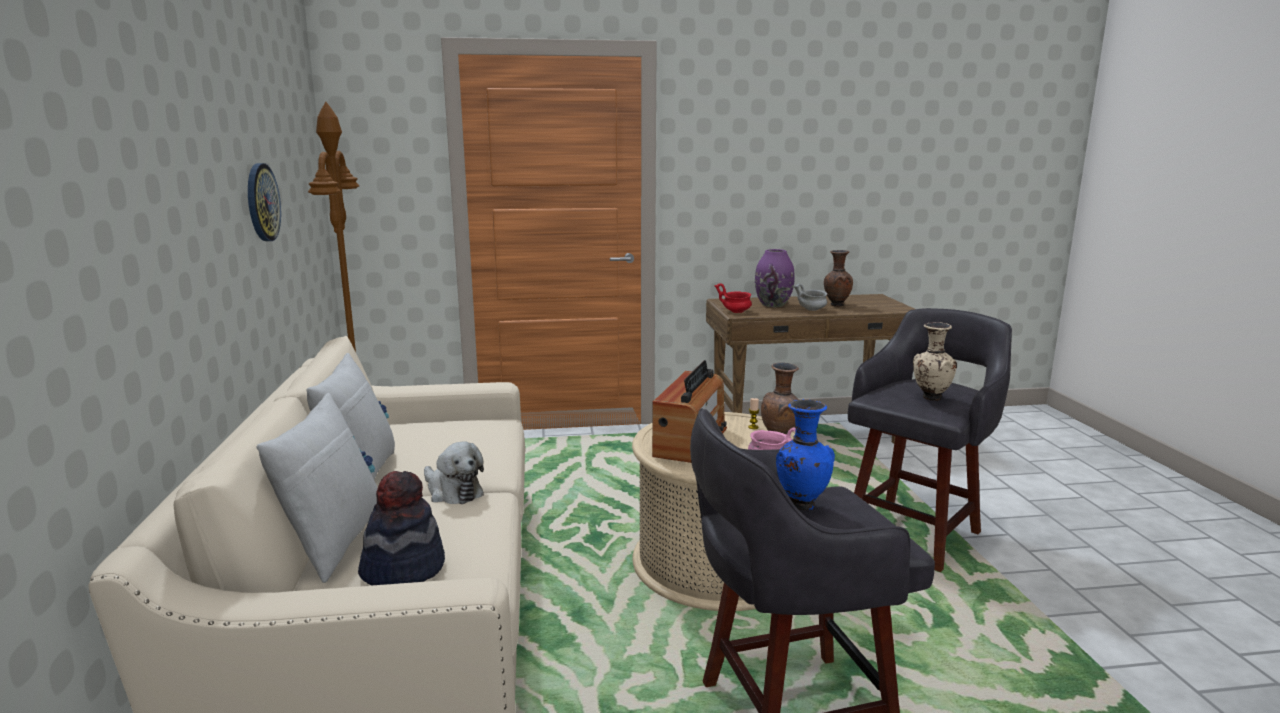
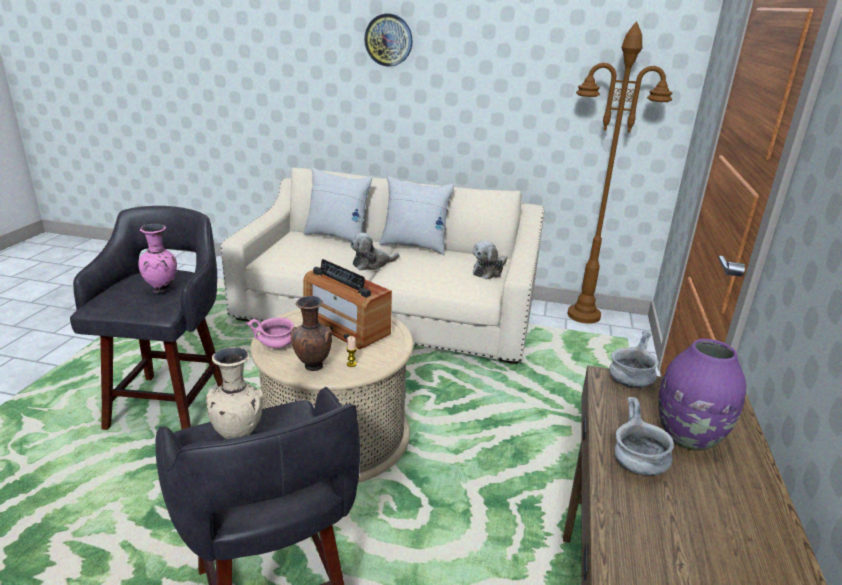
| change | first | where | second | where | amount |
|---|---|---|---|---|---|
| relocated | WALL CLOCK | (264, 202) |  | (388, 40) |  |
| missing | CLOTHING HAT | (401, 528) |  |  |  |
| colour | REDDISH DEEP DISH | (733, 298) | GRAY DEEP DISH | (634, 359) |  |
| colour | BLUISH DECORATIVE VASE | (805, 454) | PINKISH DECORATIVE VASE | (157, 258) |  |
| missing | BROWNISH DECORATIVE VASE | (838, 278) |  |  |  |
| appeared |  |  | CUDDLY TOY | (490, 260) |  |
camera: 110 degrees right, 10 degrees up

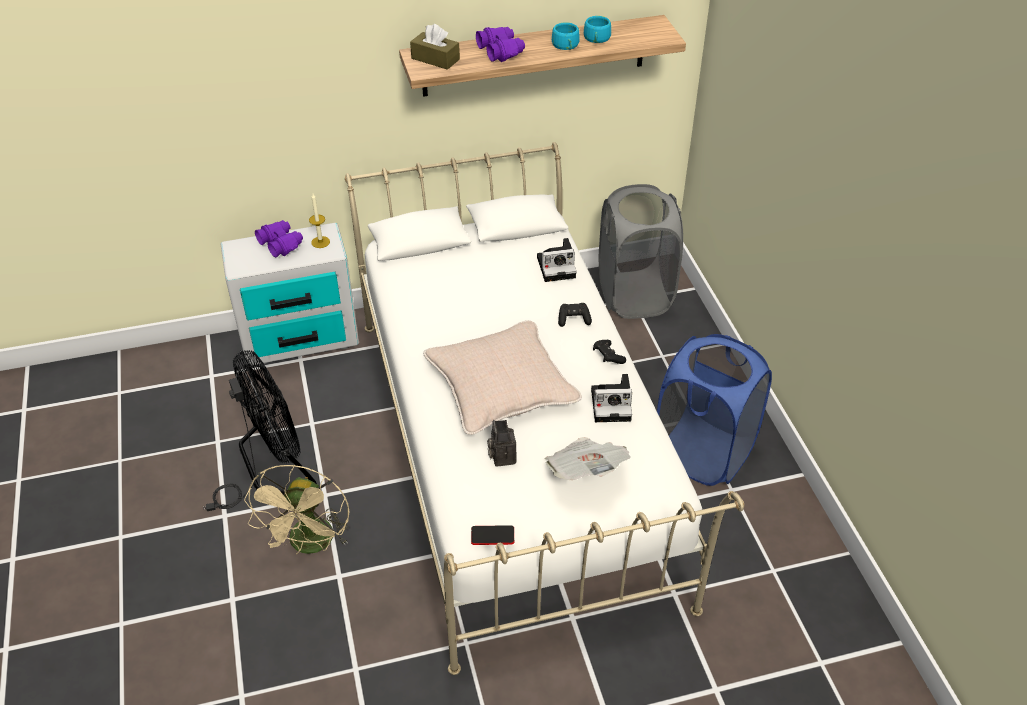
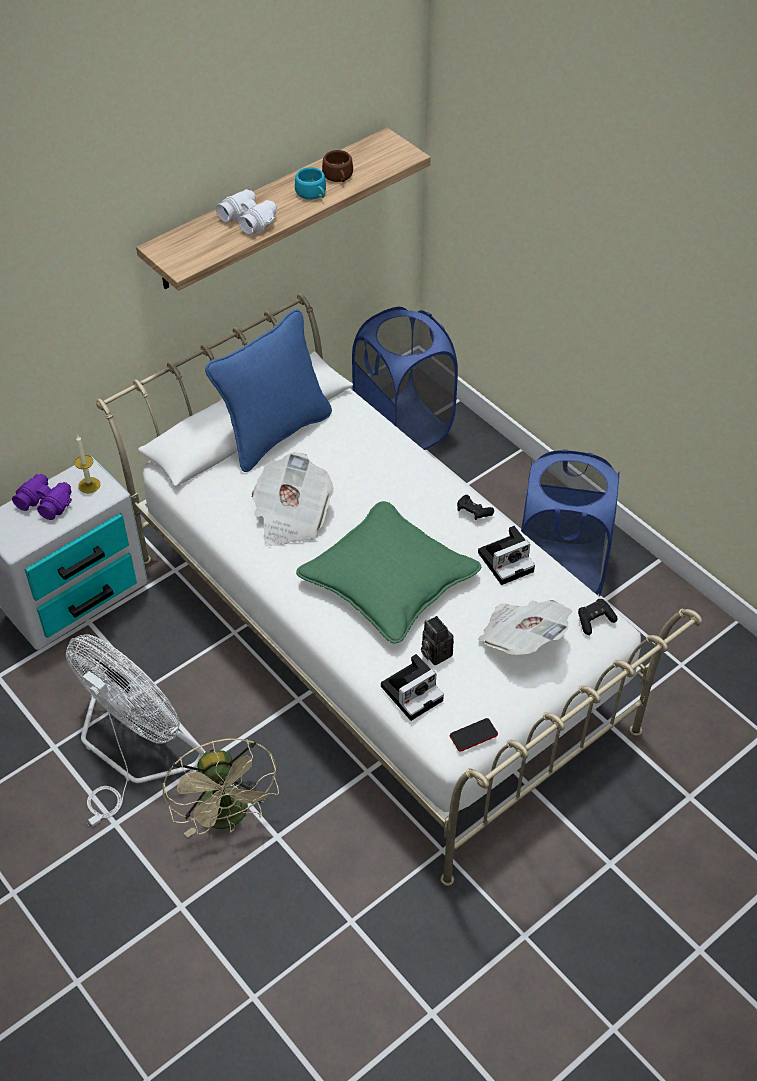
| change | first | where | second | where | amount |
|---|---|---|---|---|---|
| colour | BLACK-COLOURED COOLING FAN | (260, 430) | WHITE-COLOURED COOLING FAN | (135, 730) |  |
| missing | BROWNISH TISSUE BOX | (435, 47) |  |  |  |
| colour | BEIGE-COLOURED THROW PILLOW | (502, 377) | GREENISH THROW PILLOW | (388, 572) |  |
| colour | PURPLISH PAIR OF BINOCULARS | (500, 44) | WHITE-COLOURED PAIR OF BINOCULARS | (246, 212) |  |
| relocated | STILL CAMERA | (556, 260) |  | (412, 687) |  |
| relocated | BLACK-COLOURED JOYPAD | (575, 315) |  | (598, 617) |  |
| colour | TURQUOISE DRINKING CUP | (597, 29) | BROWNISH DRINKING CUP | (337, 166) |  |
| colour | GRAY LAUNDRY BASKET | (641, 251) | BLUISH LAUNDRY BASKET | (405, 378) |  |
| appeared |  |  | BLUISH THROW PILLOW | (268, 390) |  |
| appeared |  |  | NEWSPAPER | (292, 499) |  |
camera: 25 degrees left, 5 degrees up

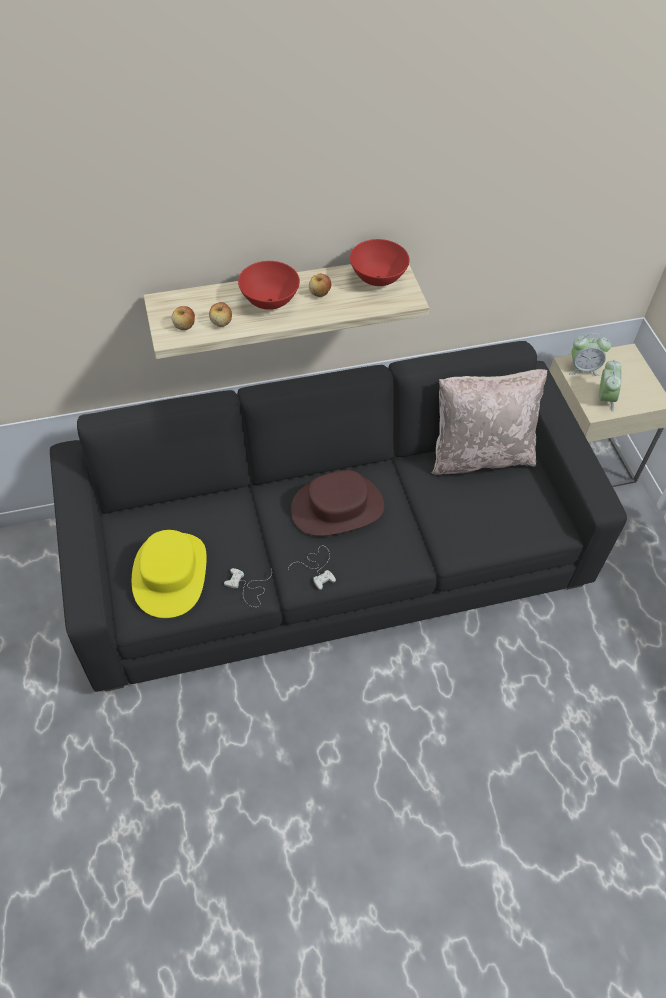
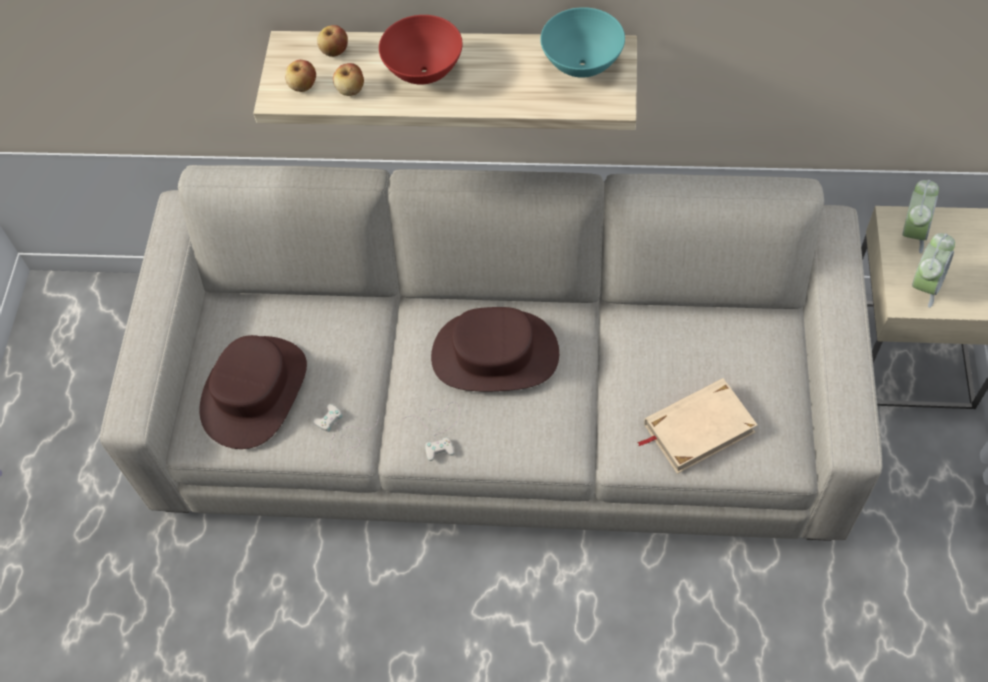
| change | first | where | second | where | amount |
|---|---|---|---|---|---|
| colour | BLACK-COLOURED COUCH | (338, 516) | BEIGE-COLOURED COUCH | (491, 353) |  |
| colour | YELLOWISH CLOTHING HAT | (169, 574) | BROWNISH CLOTHING HAT | (253, 392) |  |
| relocated | APPLE FRUIT | (320, 285) |  | (332, 41) |  |
| colour | REDDISH DEEP DISH | (380, 262) | TURQUOISE DEEP DISH | (582, 42) |  |
| missing | BEIGE-COLOURED THROW PILLOW | (489, 422) |  |  |  |
| spun | TABLE CLOCK | (590, 354) |  | (920, 217) | 90 degrees counterclockwise |
| appeared |  |  | BEIGE-COLOURED BOOK | (697, 426) |  |
camera: 25 degrees right, 5 degrees up

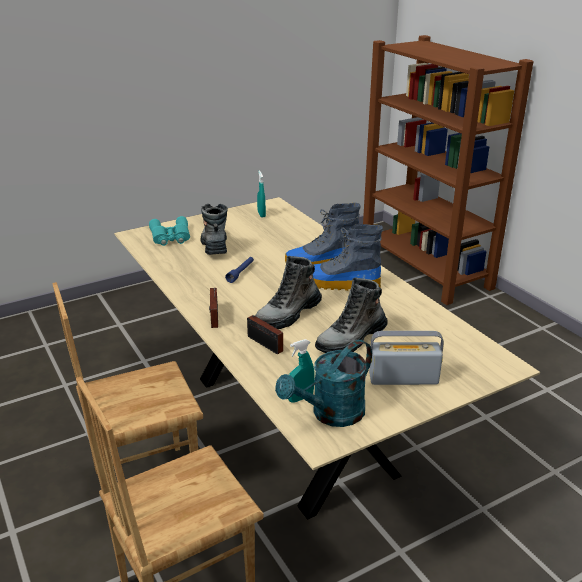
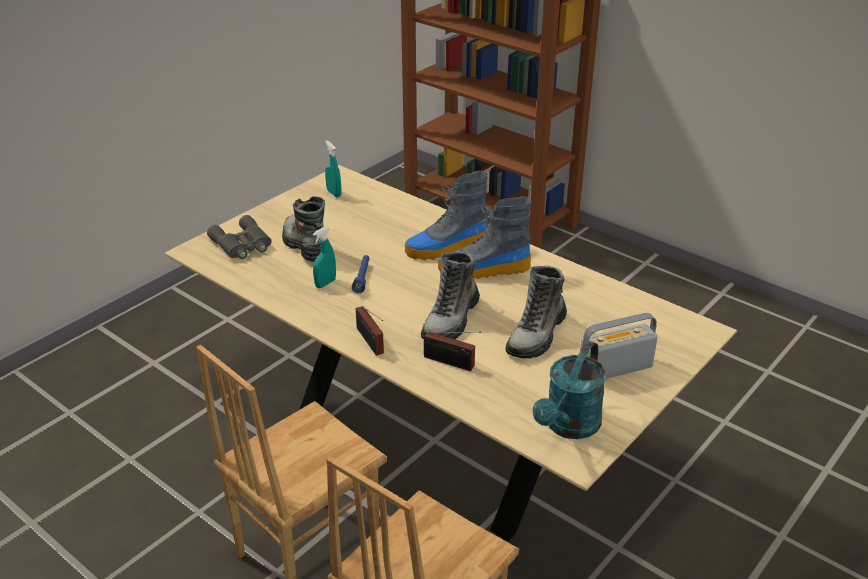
| change | first | where | second | where | amount |
|---|---|---|---|---|---|
| colour | TURQUOISE PAIR OF BINOCULARS | (169, 231) | GRAY PAIR OF BINOCULARS | (239, 237) |  |
| relocated | TURQUOISE SPRAYER | (301, 370) |  | (324, 257) |  |
camera: 20 degrees left, 5 degrees up

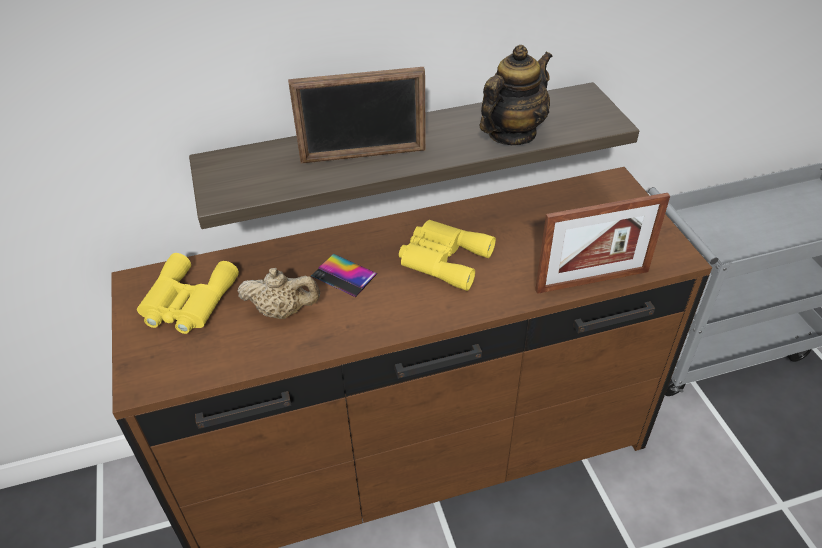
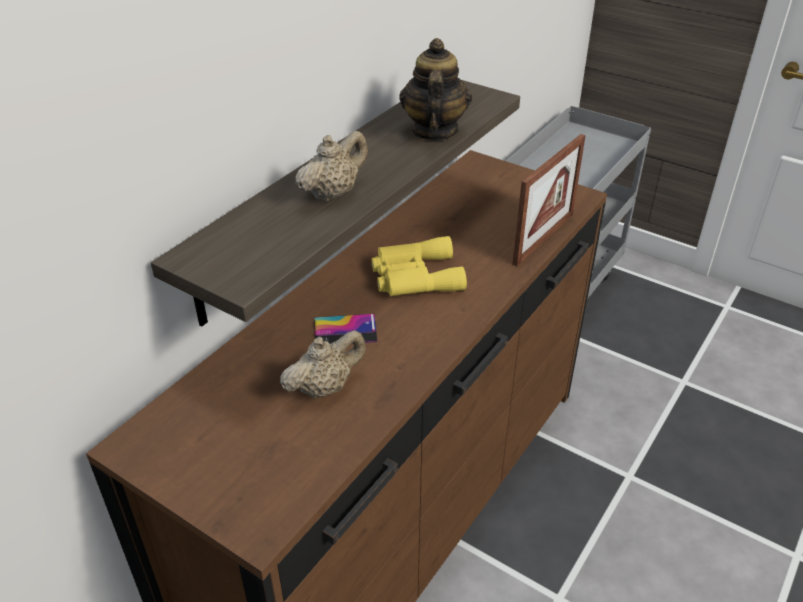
| change | first | where | second | where | amount |
|---|---|---|---|---|---|
| missing | YELLOWISH PAIR OF BINOCULARS | (188, 293) |  |  |  |
| exchanged | PHOTO FRAME | (357, 115) | BEIGE-COLOURED TEAPOT | (331, 166) |  |
camera: 40 degrees left, 5 degrees down

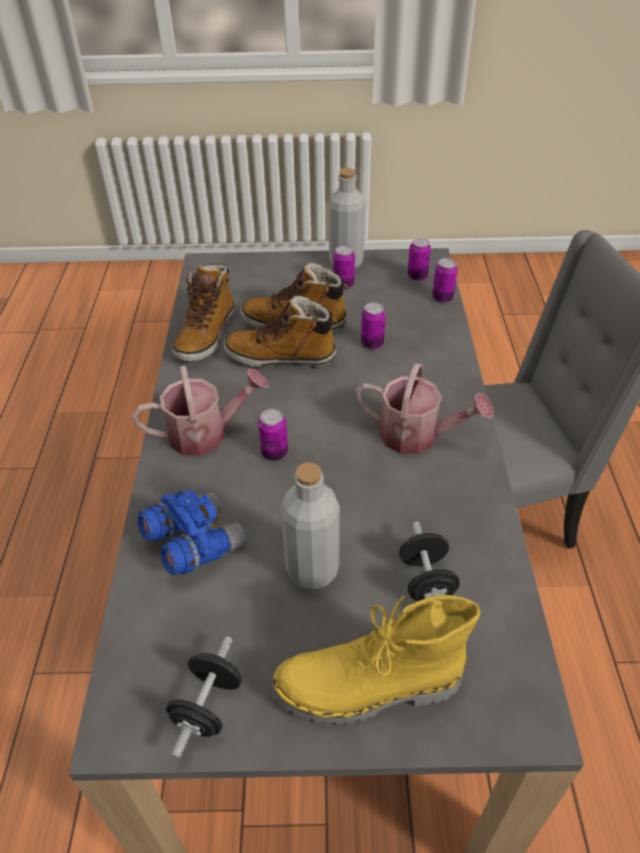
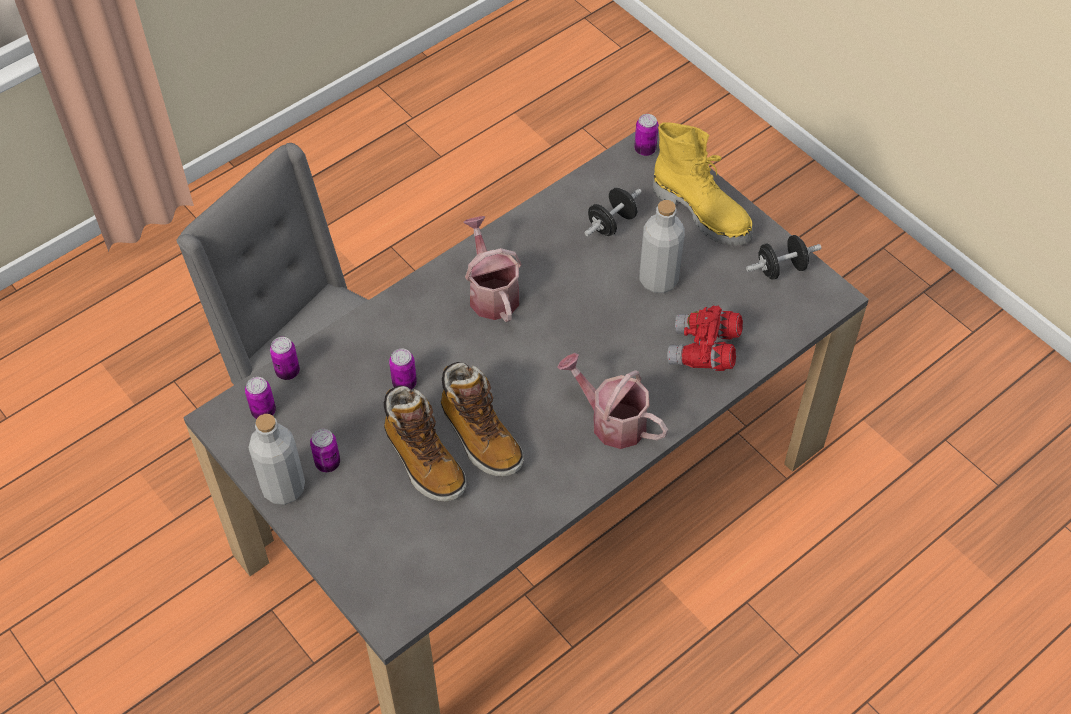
| change | first | where | second | where | amount |
|---|---|---|---|---|---|
| colour | BLUISH PAIR OF BINOCULARS | (192, 532) | REDDISH PAIR OF BINOCULARS | (705, 338) |  |
| missing | TALL BOOT | (203, 313) |  |  |  |
| relocated | CAN | (273, 435) |  | (646, 135) |  |
camera: 130 degrees left, 10 degrees up

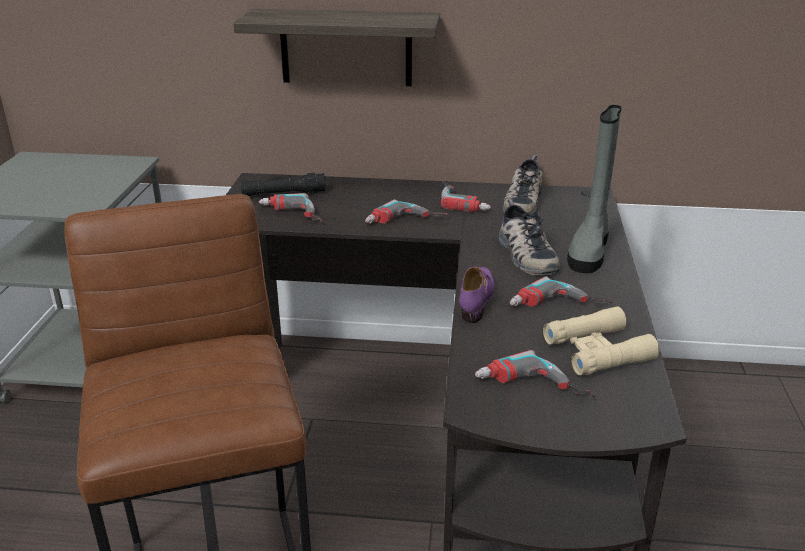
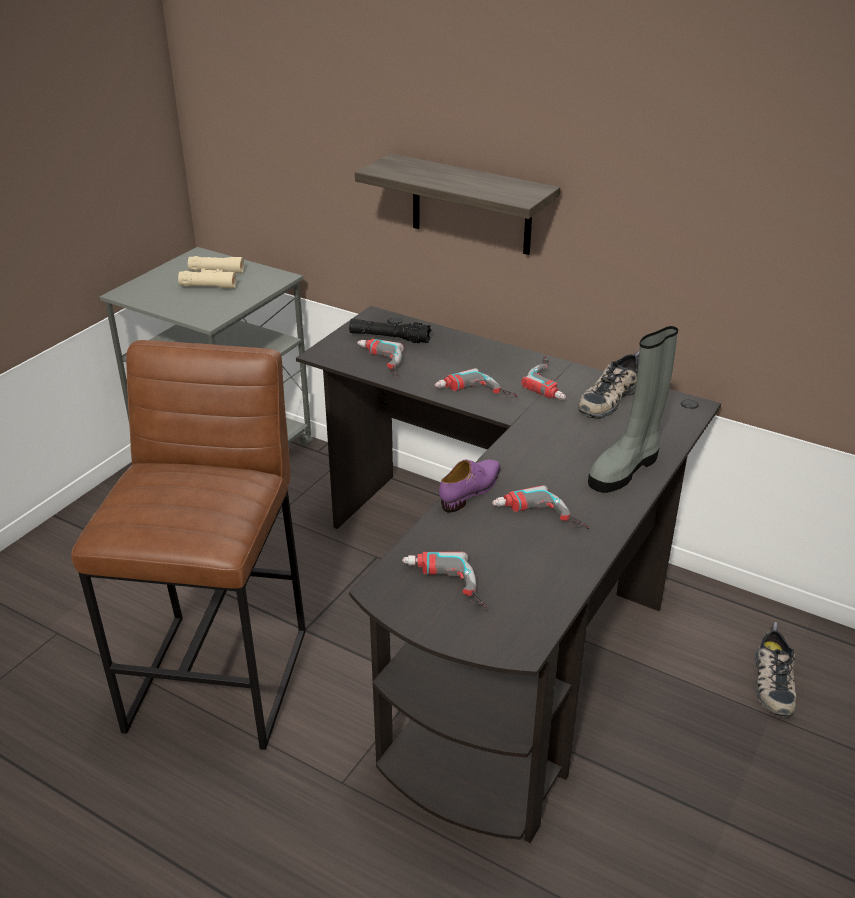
| change | first | where | second | where | amount |
|---|---|---|---|---|---|
| relocated | ITEM OF FOOTWEAR | (529, 237) |  | (776, 669) |  |
| relocated | BEIGE-COLOURED PAIR OF BINOCULARS | (601, 340) |  | (211, 272) |  |
camera: 25 degrees right, 5 degrees up

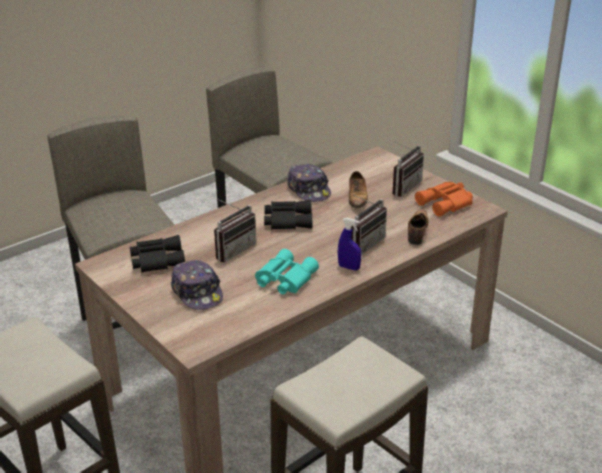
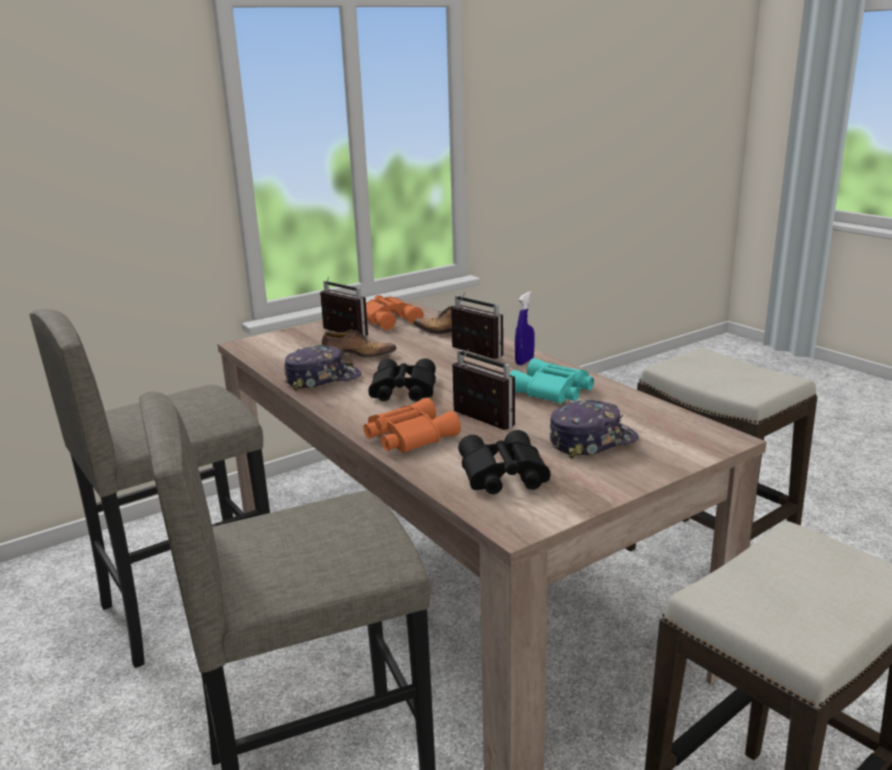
| change | first | where | second | where | amount |
|---|---|---|---|---|---|
| appeared |  |  | ORANGEY PAIR OF BINOCULARS | (412, 425) |  |
camera: 85 degrees left, 10 degrees down

